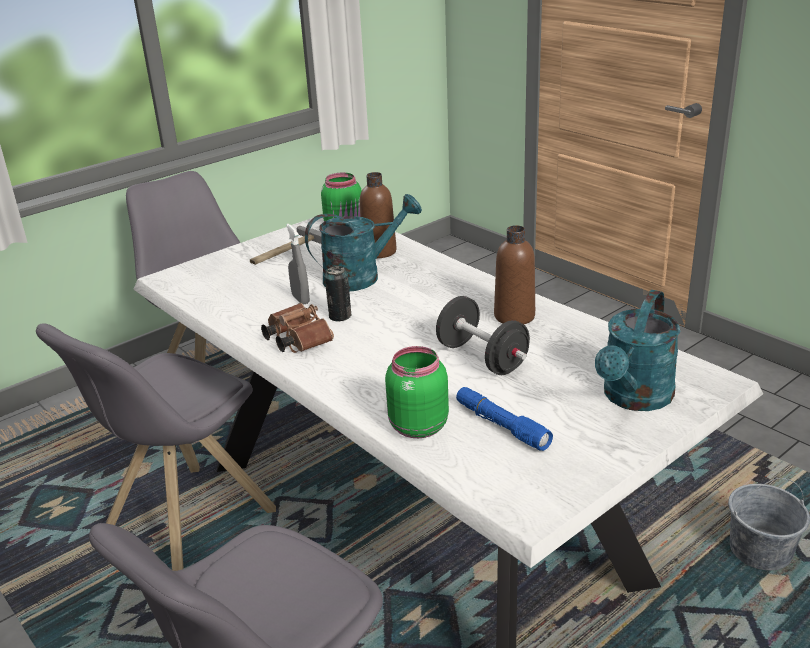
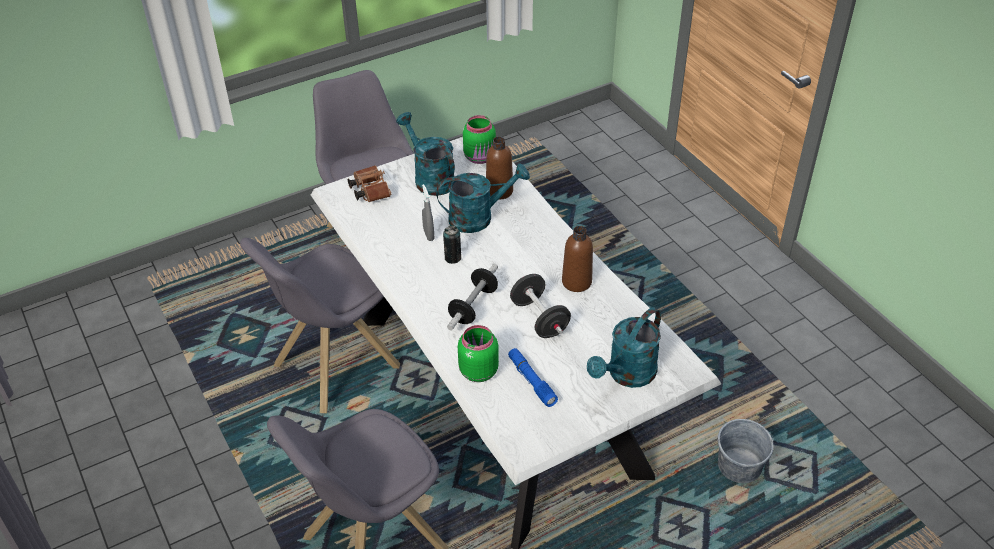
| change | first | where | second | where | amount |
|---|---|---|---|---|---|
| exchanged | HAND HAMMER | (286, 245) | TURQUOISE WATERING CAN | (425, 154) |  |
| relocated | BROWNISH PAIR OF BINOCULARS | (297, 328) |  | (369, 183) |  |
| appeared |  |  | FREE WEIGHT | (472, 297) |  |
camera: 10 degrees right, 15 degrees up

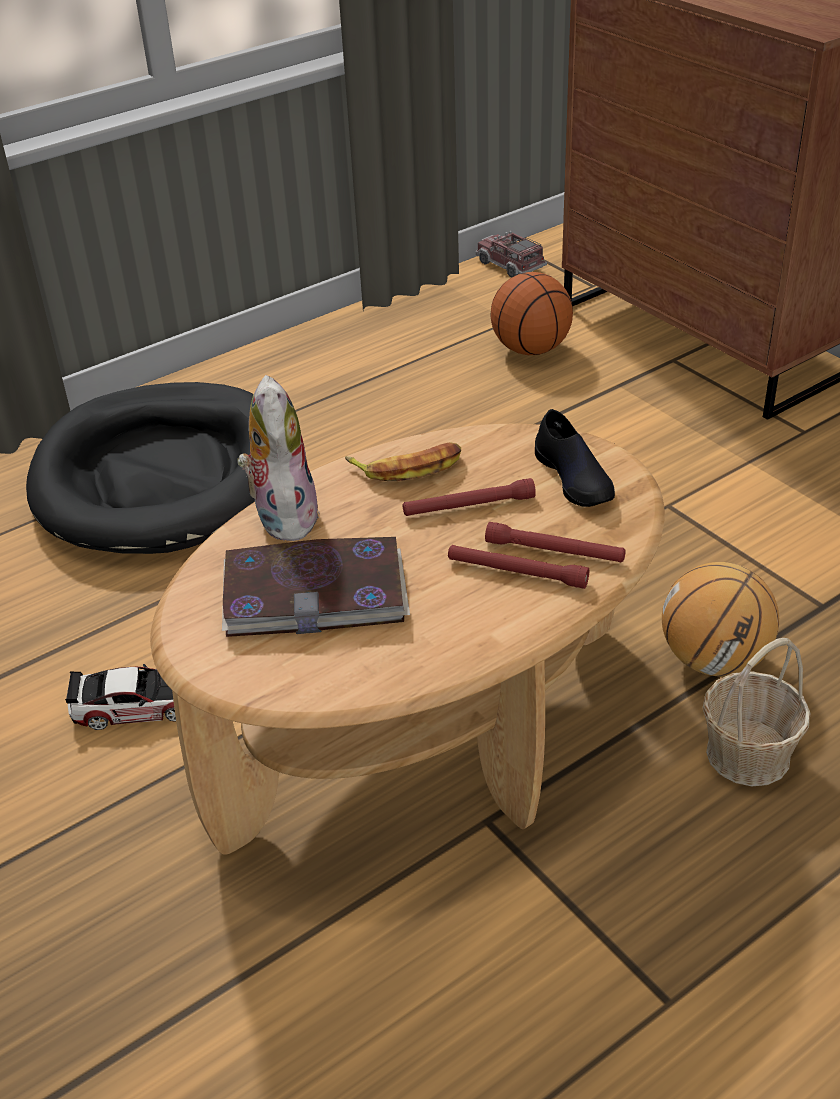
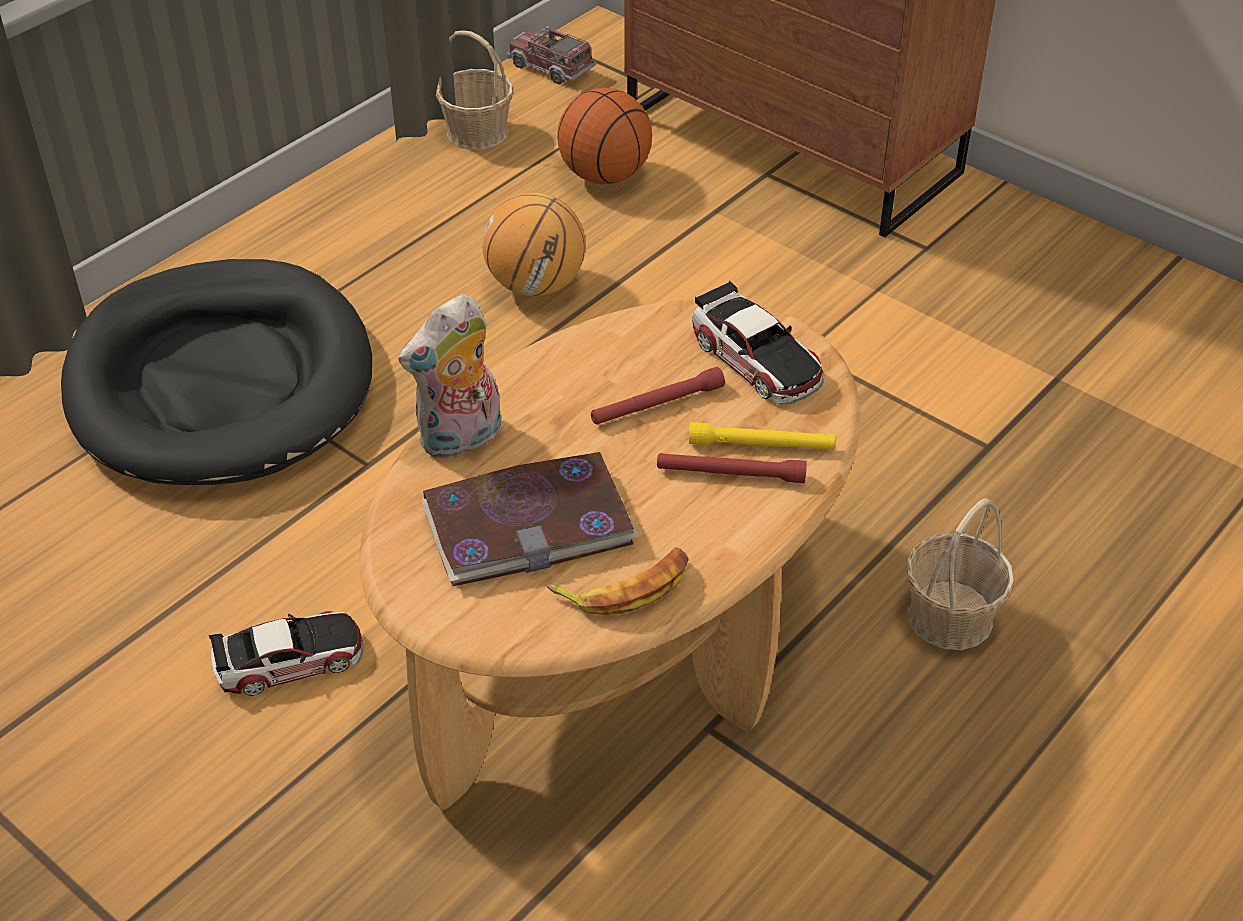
| change | first | where | second | where | amount |
|---|---|---|---|---|---|
| spun | CUDDLY TOY | (278, 458) |  | (449, 377) | 105 degrees counterclockwise |
| relocated | BANANA FRUIT | (403, 462) |  | (618, 581) |  |
| colour | REDDISH HAND TORCH | (555, 542) | YELLOWISH HAND TORCH | (762, 436) |  |
| exchanged | BLACK-COLOURED ITEM OF FOOTWEAR | (575, 458) | TOY CAR | (758, 342) |  |
| relocated | BASKETBALL BALL | (720, 619) |  | (534, 244) |  |
| appeared |  |  | STORAGE BASKET | (475, 90) |  |
camera: 15 degrees left, 5 degrees up

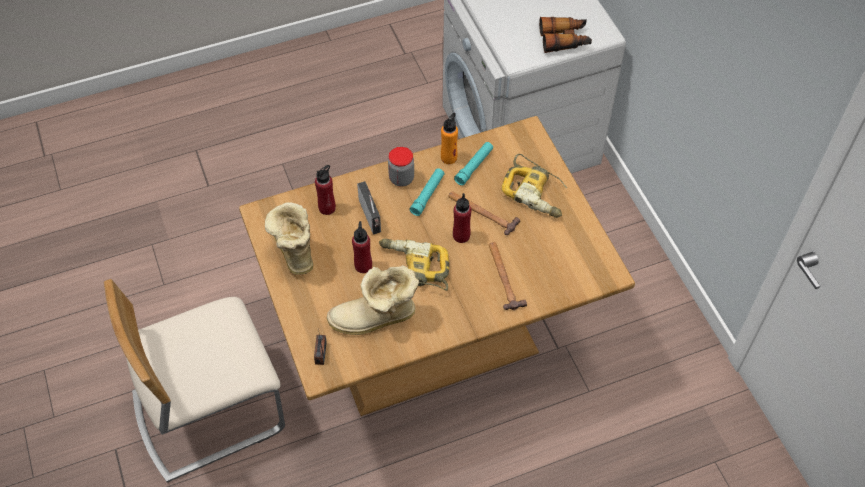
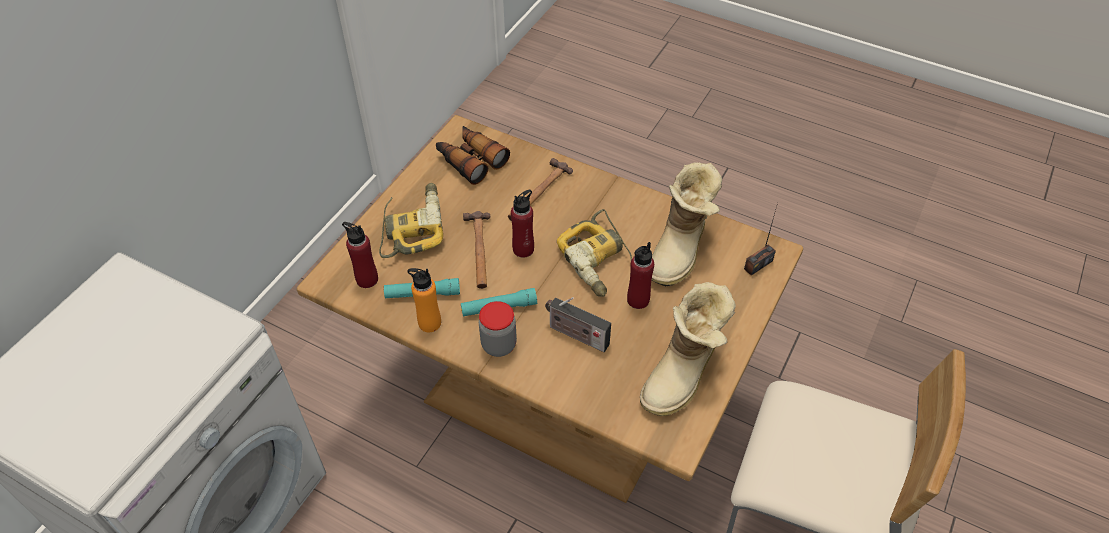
| change | first | where | second | where | amount |
|---|---|---|---|---|---|
| relocated | REDDISH BEVERAGE BOTTLE | (325, 190) |  | (360, 255) |  |
| spun | TALL BOOT | (373, 300) |  | (687, 224) | 75 degrees clockwise |
| spun | RADIO RECEIVER | (369, 208) |  | (578, 324) | 90 degrees counterclockwise |
| relocated | PAIR OF BINOCULARS | (565, 35) |  | (473, 155) |  |
camera: 130 degrees left, 5 degrees down

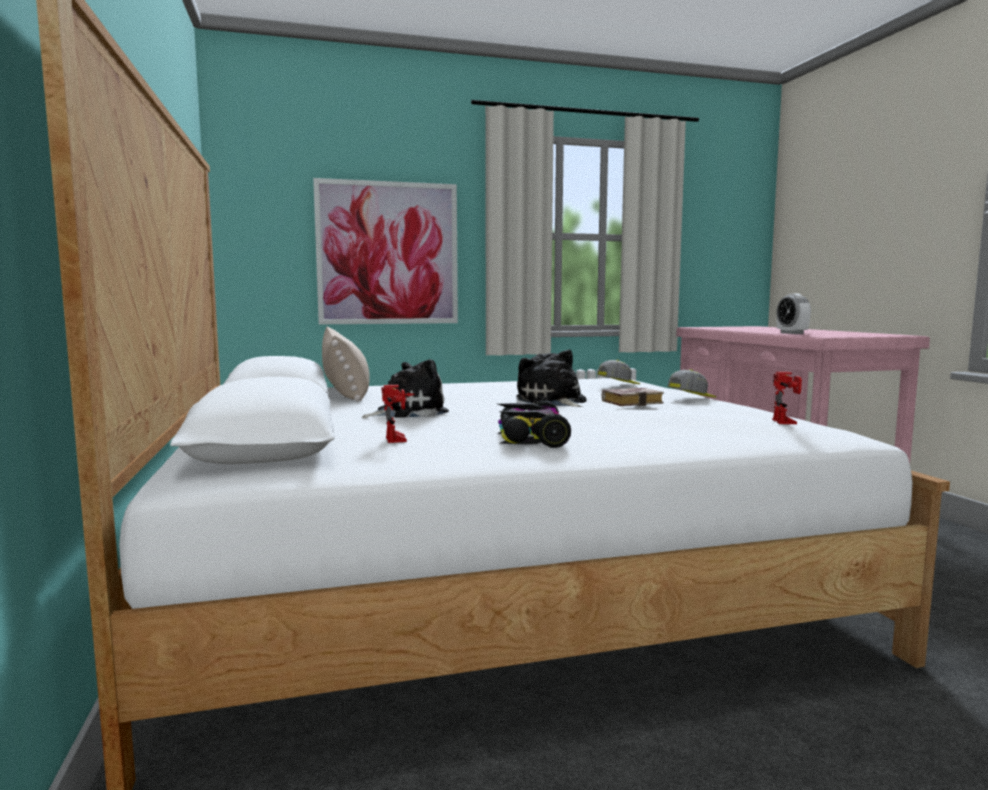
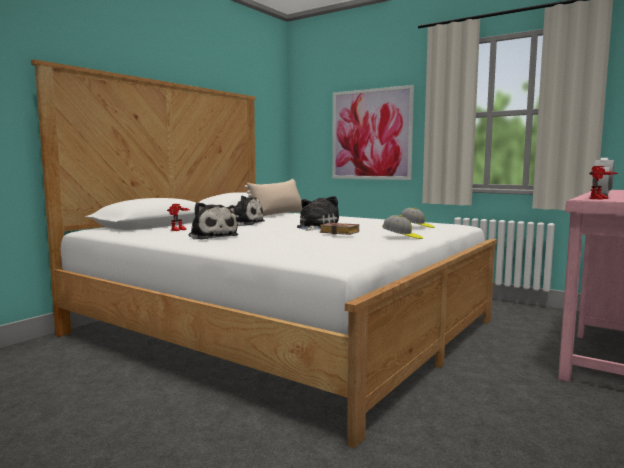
| change | first | where | second | where | amount |
|---|---|---|---|---|---|
| exchanged | TOY CAR | (533, 424) | CUDDLY TOY | (213, 221) |  |
| relocated | TOY ROBOT | (787, 398) |  | (603, 183) |  |
camera: 50 degrees right, 0 degrees up

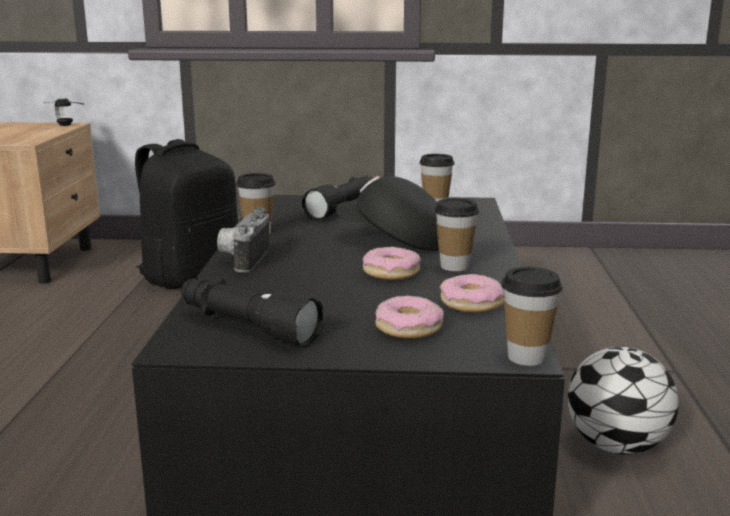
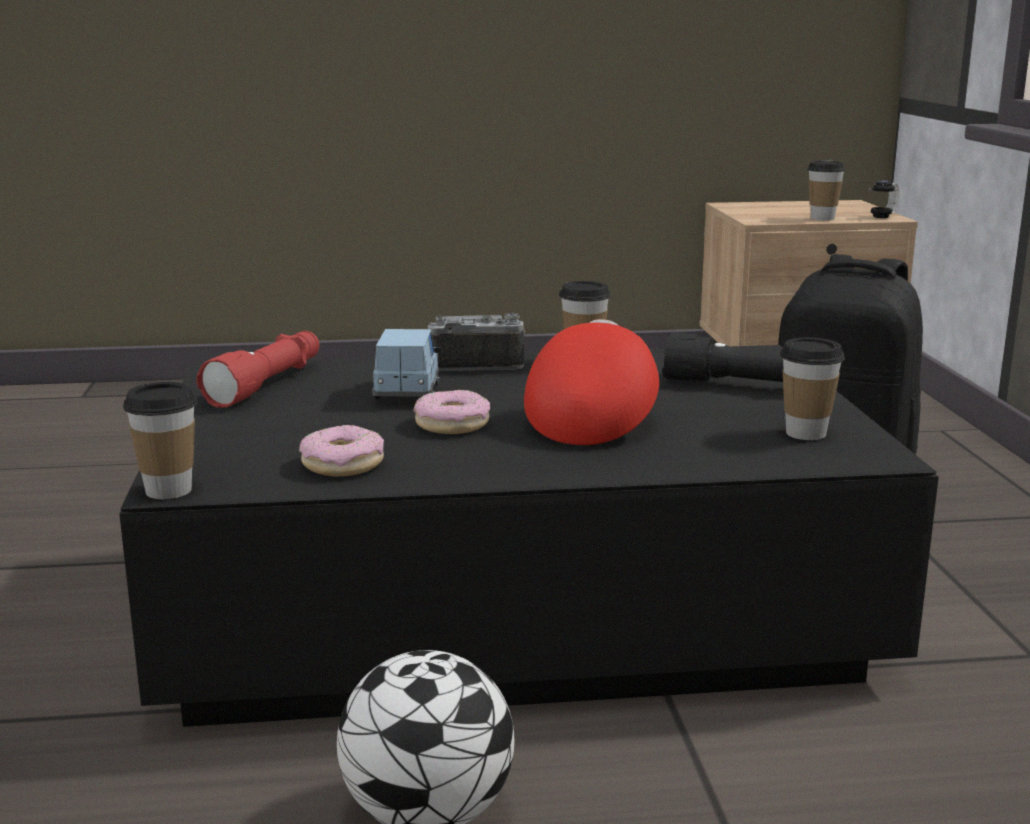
| change | first | where | second | where | amount |
|---|---|---|---|---|---|
| colour | BLACK-COLOURED HAND TORCH | (252, 312) | REDDISH HAND TORCH | (258, 369) |  |
| colour | BLACK-COLOURED PEAKED CAP | (387, 213) | REDDISH PEAKED CAP | (591, 382) |  |
| missing | DONUT | (409, 317) |  |  |  |
| relocated | DRINKING CUP | (456, 234) |  | (826, 191) |  |
| appeared |  |  | BLUISH TOY CAR | (406, 364) |  |
camera: 80 degrees right, 0 degrees up

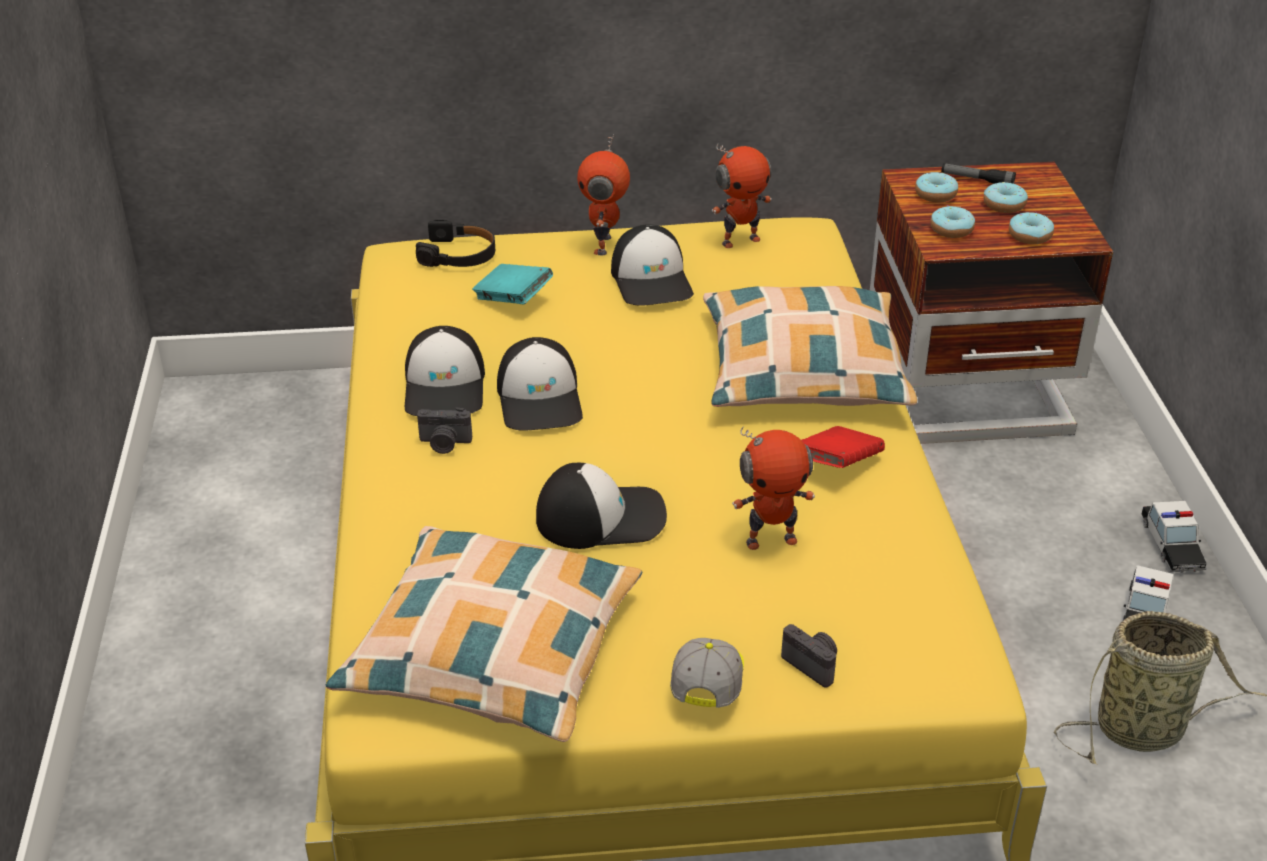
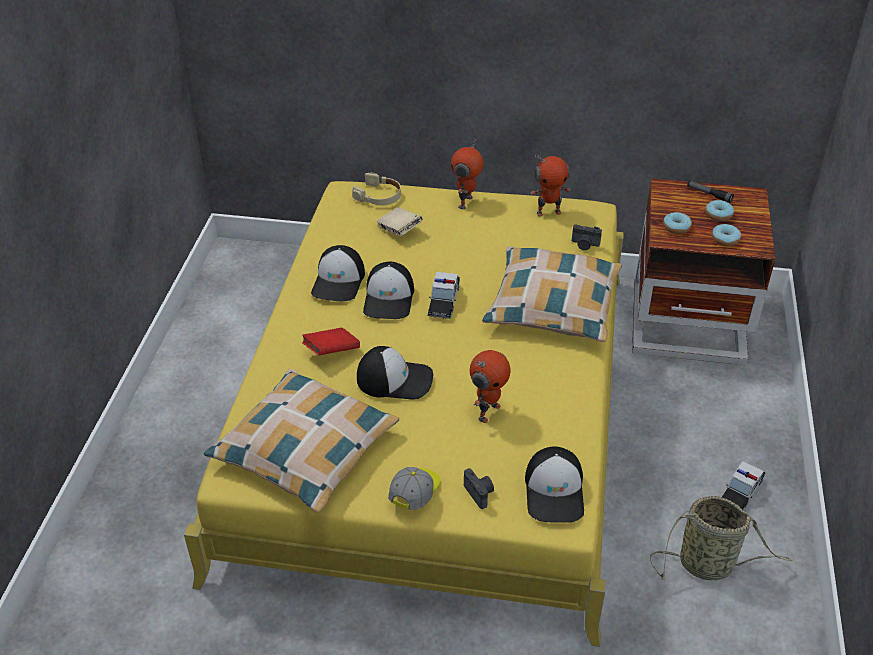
| change | first | where | second | where | amount |
|---|---|---|---|---|---|
| colour | BLACK-COLOURED HEADSET | (455, 243) | BEIGE-COLOURED HEADSET | (376, 189) |  |
| relocated | STILL CAMERA | (444, 430) |  | (587, 237) |  |
| colour | TURQUOISE BOOK | (512, 284) | BEIGE-COLOURED BOOK | (399, 221) |  |
| relocated | PEAKED CAP | (652, 265) |  | (554, 485) |  |
| spun | TOY ROBOT | (773, 488) |  | (490, 386) | 60 degrees counterclockwise |
| relocated | REDDISH BOOK | (843, 447) |  | (331, 341) |  |
| missing | DONUT | (936, 187) |  |  |  |
| relocated | TOY CAR | (1174, 537) |  | (443, 295) |  |
camera: 15 degrees right, 5 degrees up

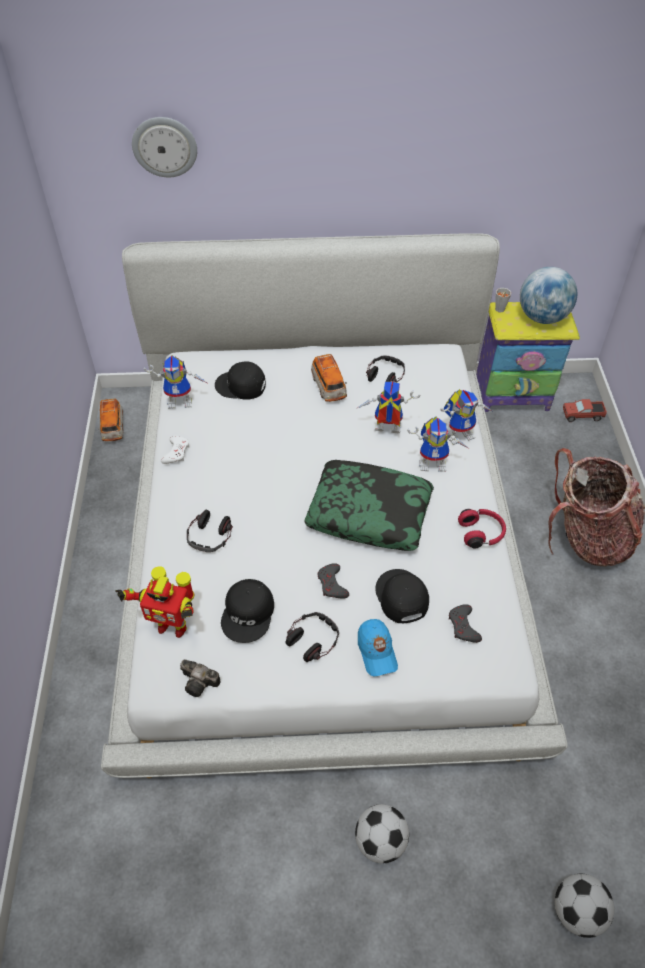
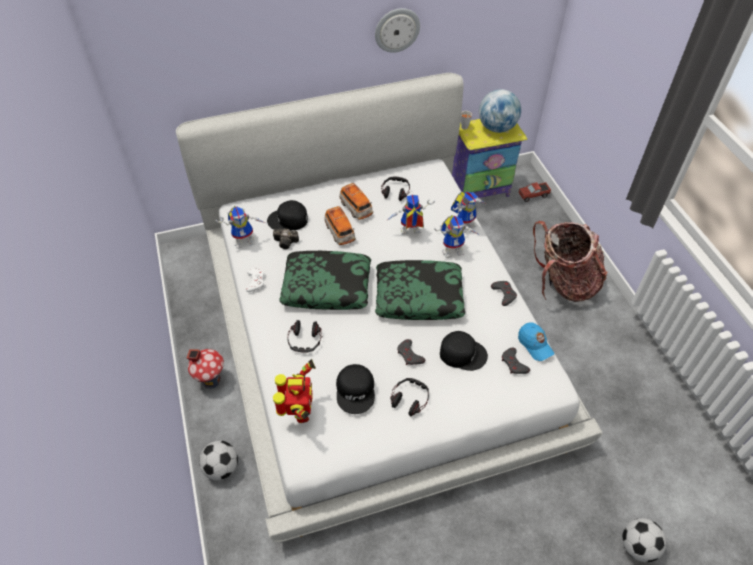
| change | first | where | second | where | amount |
|---|---|---|---|---|---|
| relocated | TOY CAR | (110, 420) |  | (340, 225) |  |
| spun | TOY ROBOT | (155, 602) |  | (294, 391) | 90 degrees counterclockwise |
| relocated | WALL CLOCK | (164, 147) |  | (397, 30) |  |
| relocated | STILL CAMERA | (200, 678) |  | (286, 238) |  |
| relocated | BALL FOR FOOTBALL | (382, 833) |  | (218, 460) |  |
| relocated | BLUISH PEAKED CAP | (378, 647) |  | (536, 341) |  |
| spun | BLACK-COLOURED PEAKED CAP | (402, 596) |  | (464, 351) | 135 degrees clockwise |
| exchanged | REDDISH HEADSET | (482, 528) | GRAY JOYPAD | (504, 293) |  |
| appeared |  |  | MODEL HOUSE | (205, 369) |  |
| appeared |  |  | THROW PILLOW | (325, 280) |  |
camera: 15 degrees left, 0 degrees up

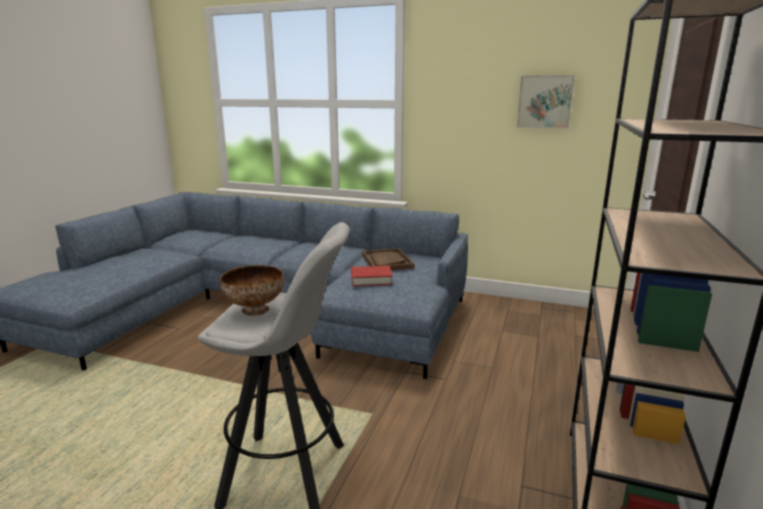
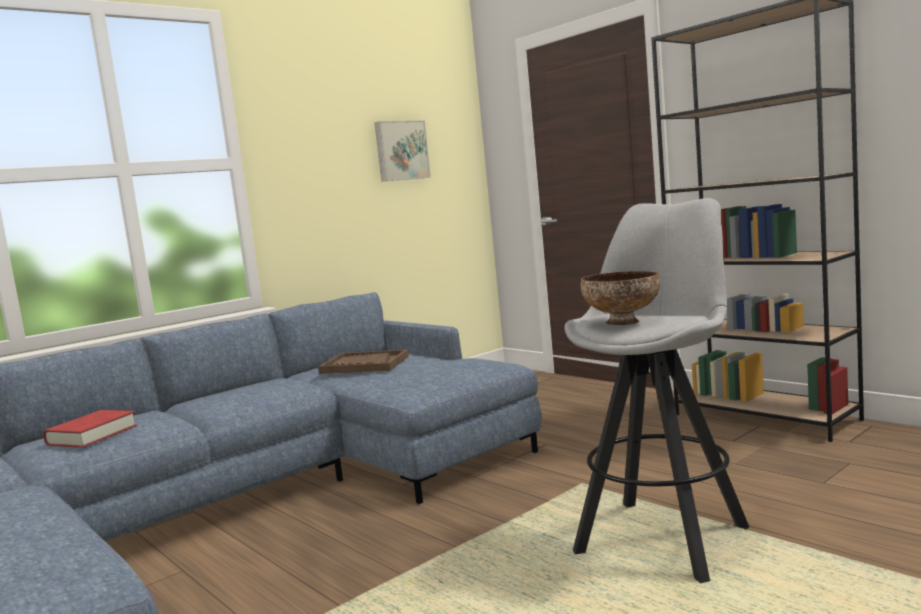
| change | first | where | second | where | amount |
|---|---|---|---|---|---|
| relocated | REDDISH BOOK | (372, 276) |  | (90, 429) |  |
camera: 60 degrees left, 10 degrees down

